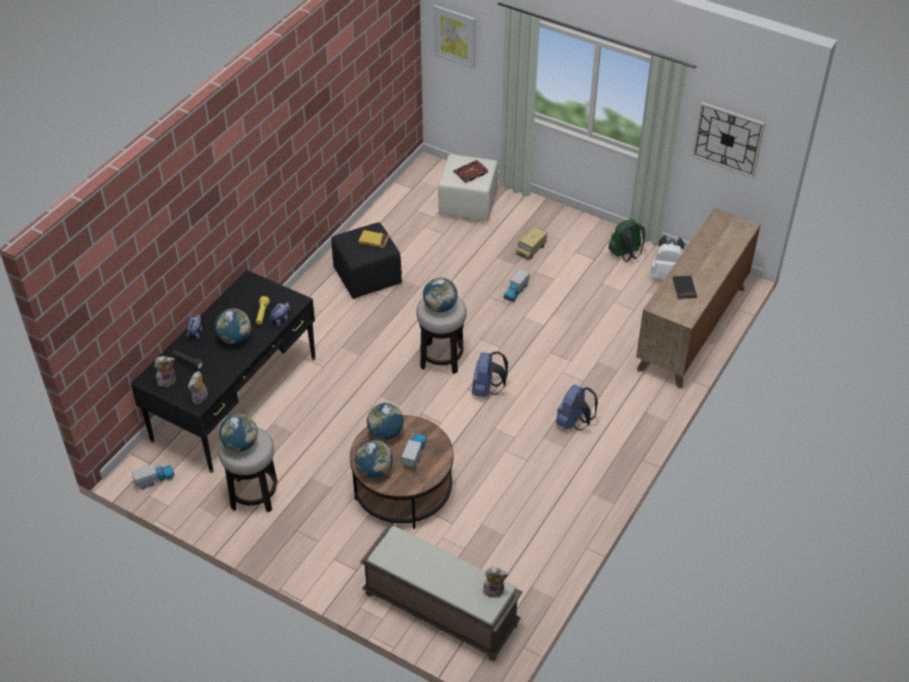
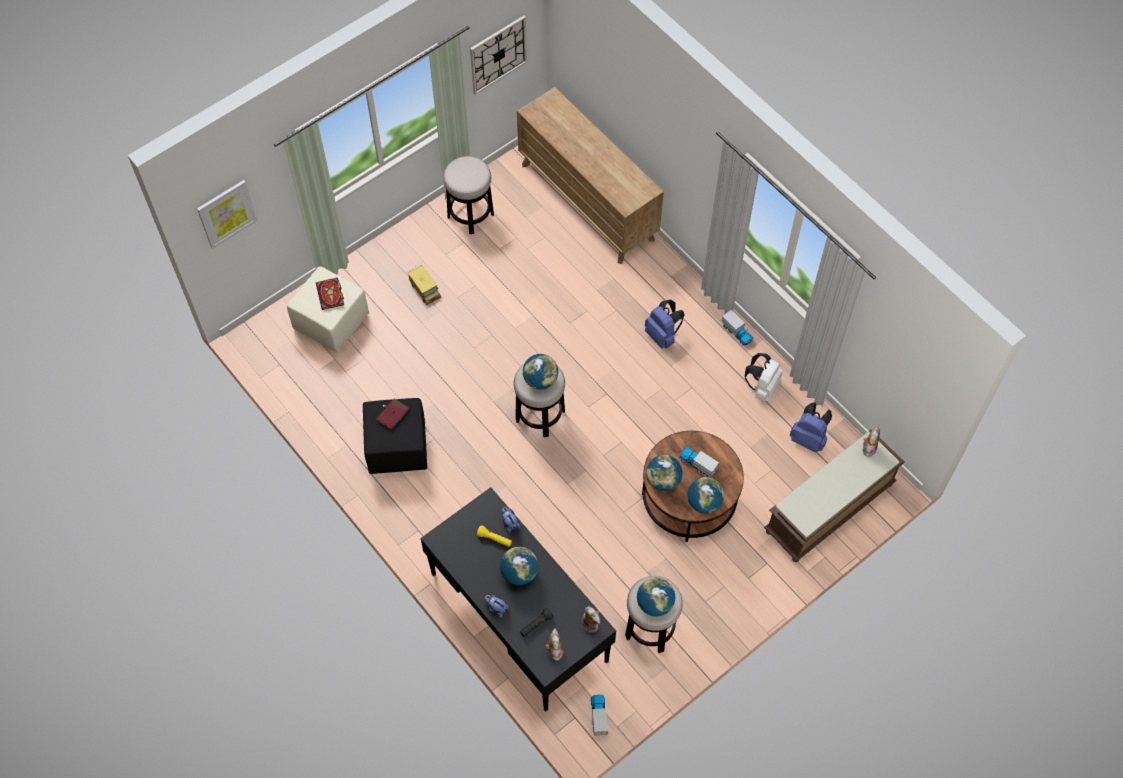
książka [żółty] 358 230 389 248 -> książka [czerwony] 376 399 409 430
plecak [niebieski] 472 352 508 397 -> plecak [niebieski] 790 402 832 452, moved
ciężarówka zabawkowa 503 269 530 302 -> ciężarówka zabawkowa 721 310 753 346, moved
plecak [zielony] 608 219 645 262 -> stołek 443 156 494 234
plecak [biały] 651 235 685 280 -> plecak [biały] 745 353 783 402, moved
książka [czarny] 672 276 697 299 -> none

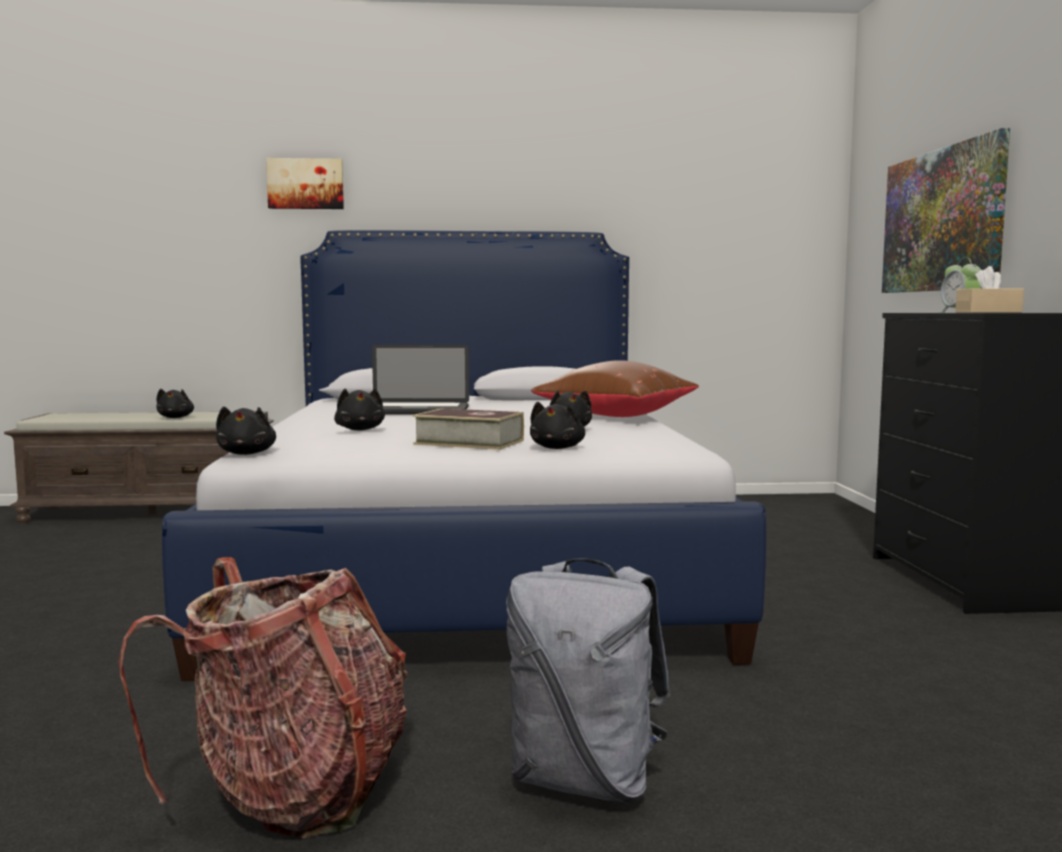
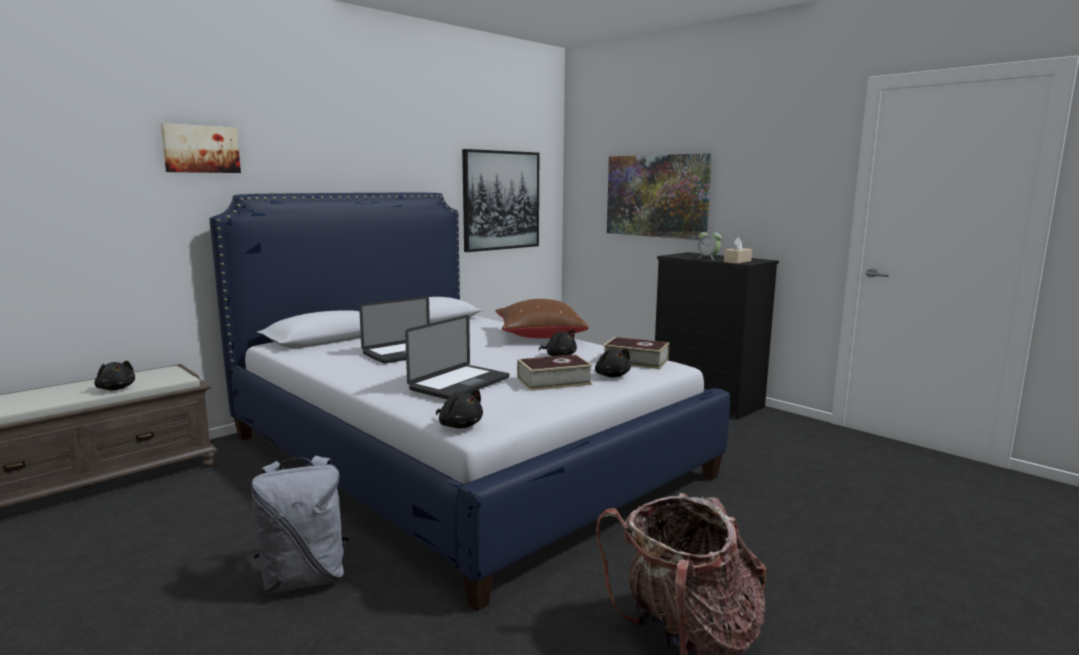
pluszak [czarny] 334 388 385 431 -> laptop 405 315 509 399
plecak [szary] 506 558 671 802 -> plecak [szary] 251 456 350 593, moved
none -> obraz 462 149 539 252
none -> książka 603 337 669 369

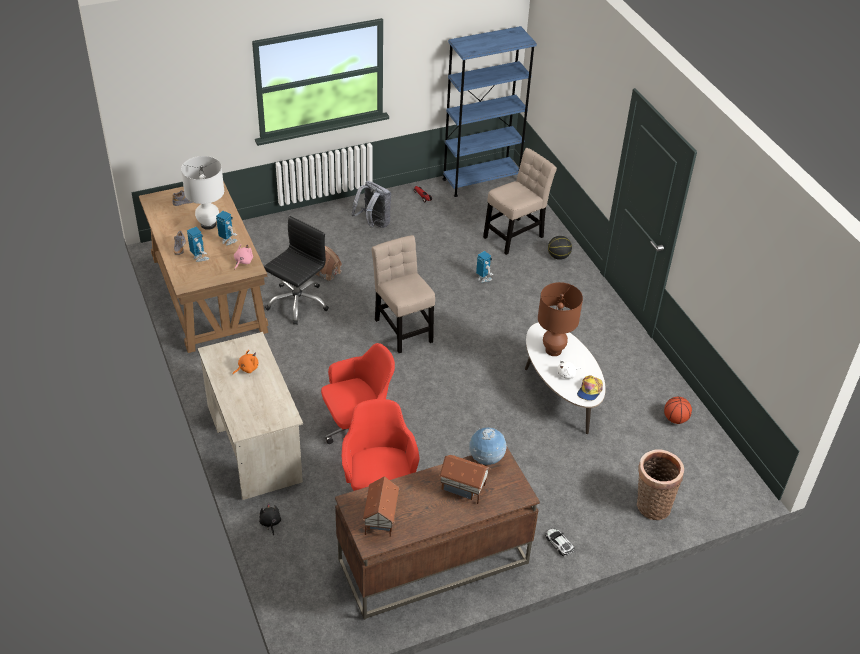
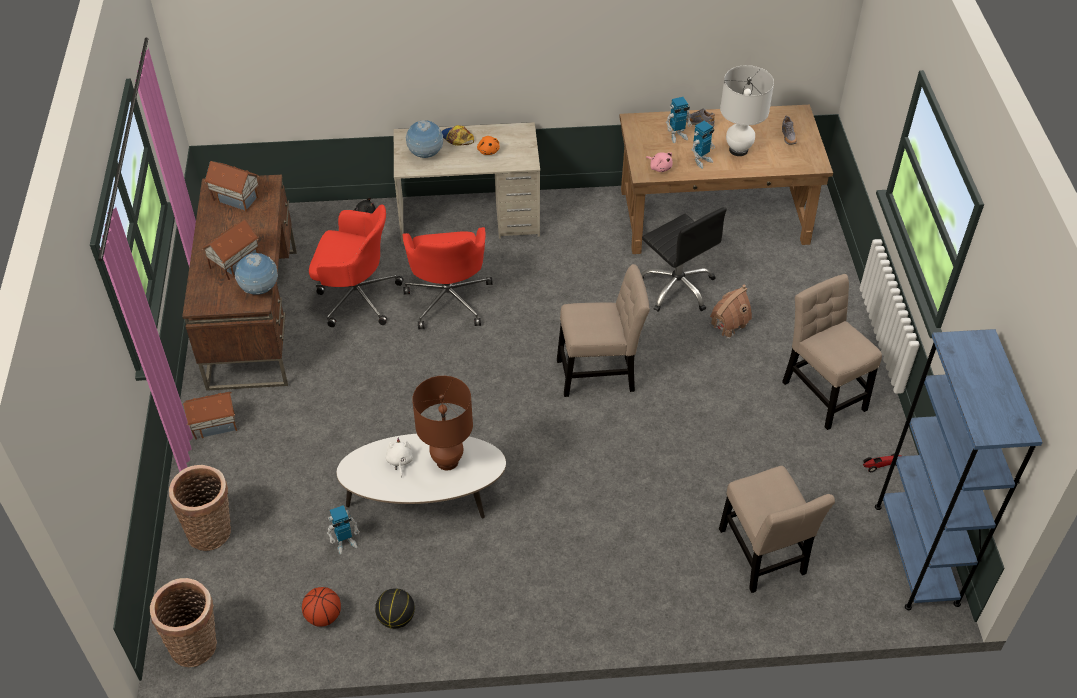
plecak [szary] 351 181 391 228 -> krzesło [beżowy] 782 274 882 430
robot zabawkowy 476 251 493 282 -> robot zabawkowy 327 505 360 554, moved
samochodzik 545 529 574 557 -> domek 183 392 237 439
piłka do koszykówki 548 236 572 260 -> piłka do koszykówki 375 588 415 629, moved
czapka z daszkiem 577 375 603 401 -> czapka z daszkiem 442 125 474 145, moved
none -> koszyk 150 578 217 667
none -> globus 406 120 443 158

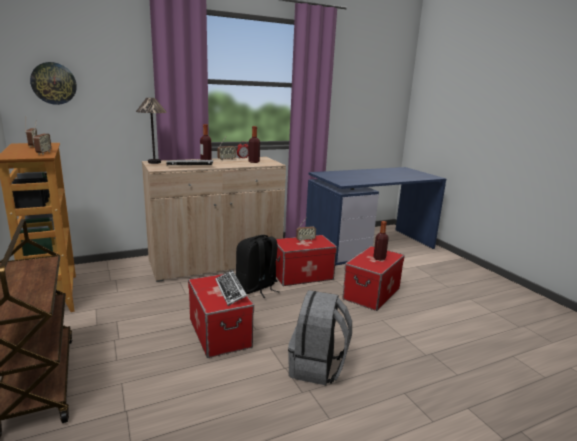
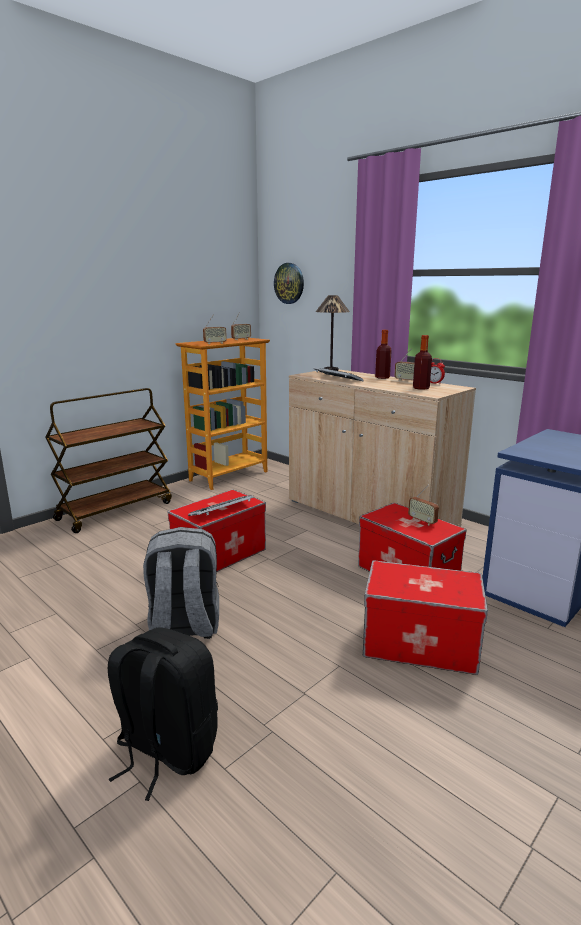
plecak [czarny] 236 235 279 298 -> plecak [czarny] 108 627 218 801, moved
butelka 373 221 389 261 -> none

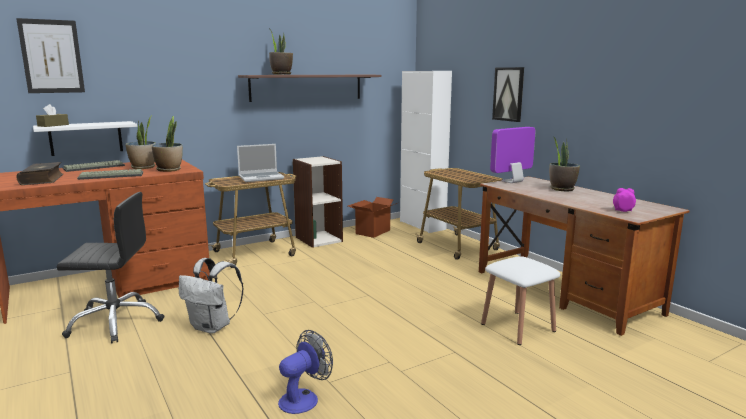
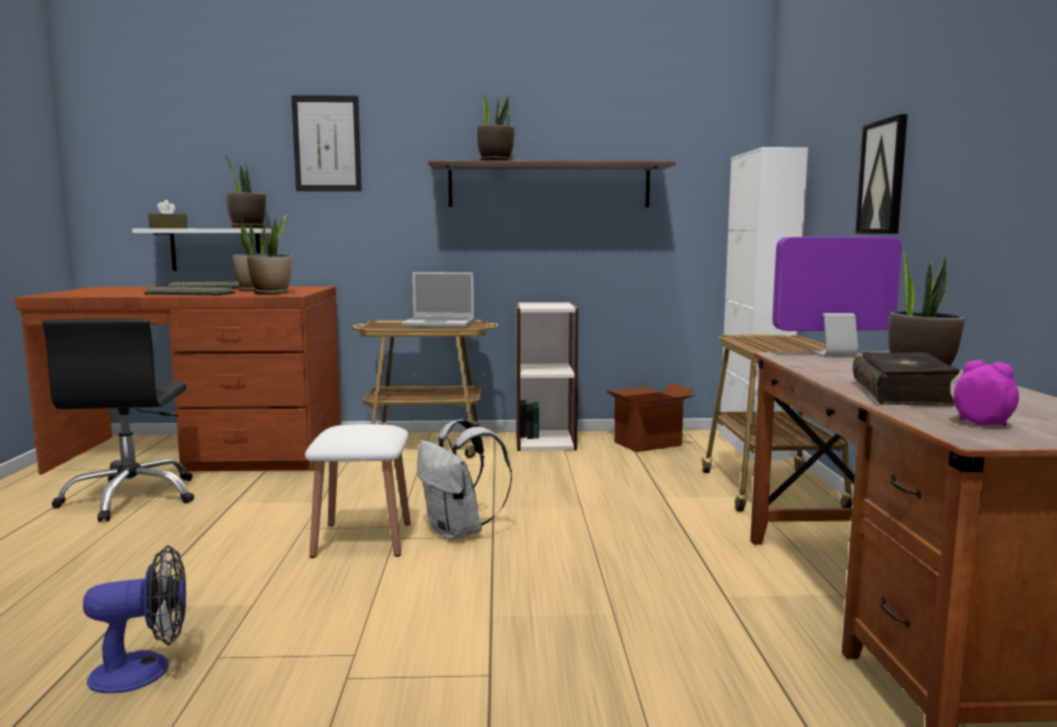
obraz 16 18 85 93 -> obraz 291 95 362 191, moved
książka 16 162 63 185 -> książka 853 352 960 406, moved
krzesło biurowe [czarny] 57 192 164 343 -> krzesło biurowe [czarny] 42 318 194 522, 60 degrees clockwise
plecak [biały] 179 258 244 334 -> plecak [biały] 417 419 512 540, moved
stołek [biały] 481 256 561 345 -> stołek [biały] 305 424 411 558, moved
none -> roślina doniczkowa 224 155 266 229

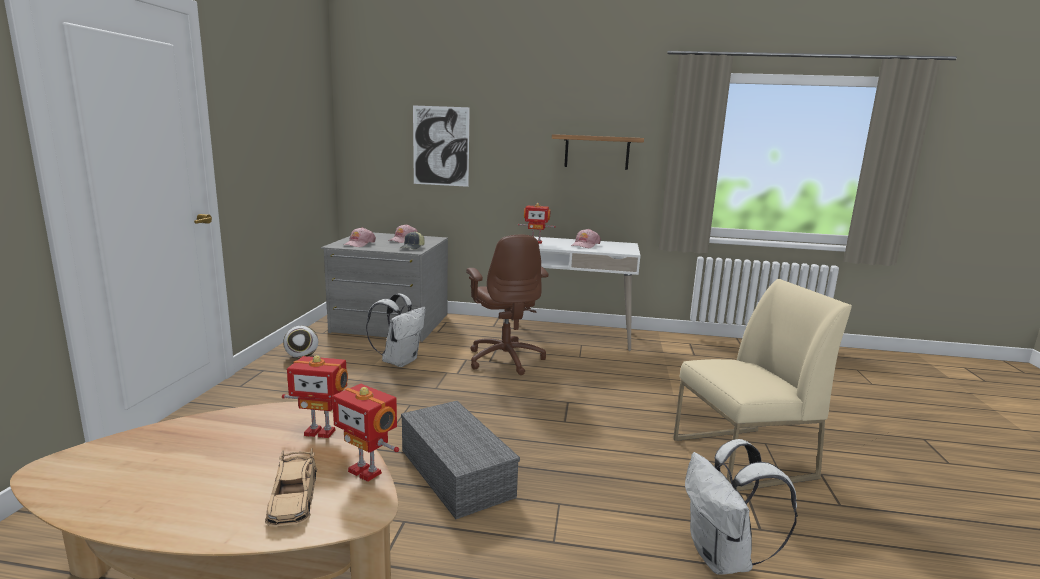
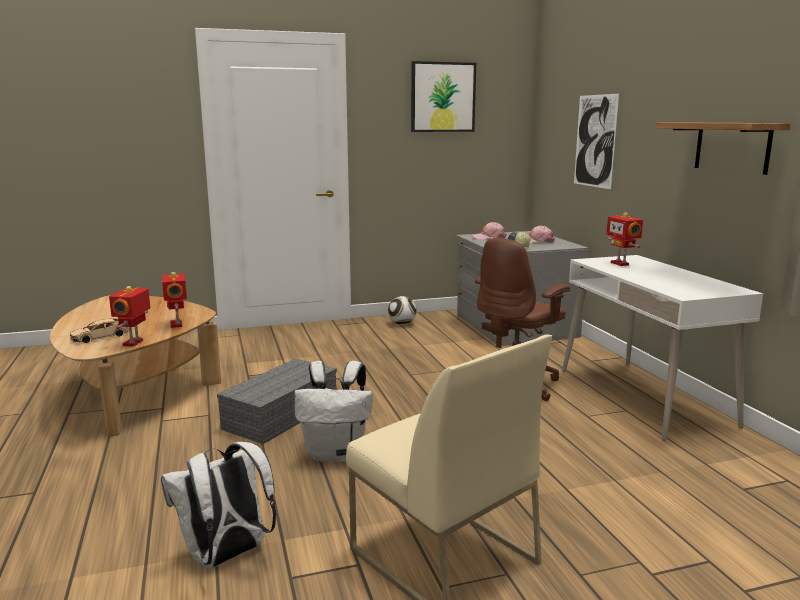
plecak [biały] 366 293 425 367 -> plecak [biały] 294 361 373 462, moved
czapka z daszkiem [różowy] 571 229 601 248 -> none
none -> obraz 411 61 476 132

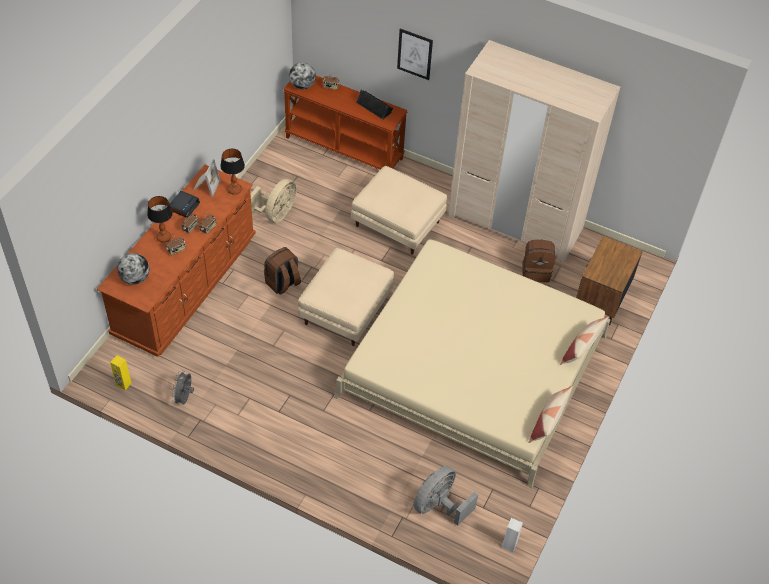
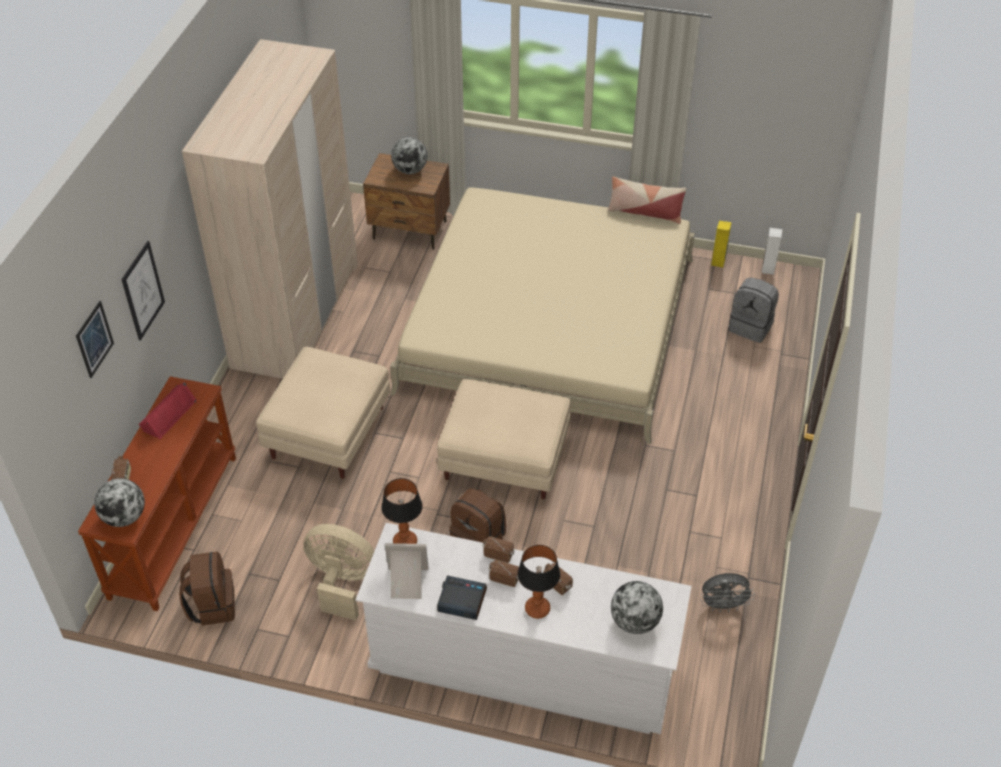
komoda [brązowy] 97 165 255 357 -> komoda [biały] 356 523 692 734
głośnik [żółty] 110 355 132 390 -> głośnik [żółty] 711 221 731 268, moved
głośnik [czarny] 356 90 393 120 -> głośnik [czerwony] 139 382 197 439
wentylator [szary] 413 466 478 526 -> plecak [szary] 728 278 779 343
plecak [brązowy] 522 240 555 283 -> plecak [brązowy] 179 552 235 625, moved
poduszka 560 317 608 365 -> none
none -> obraz 76 301 114 378
none -> globus 391 137 427 174

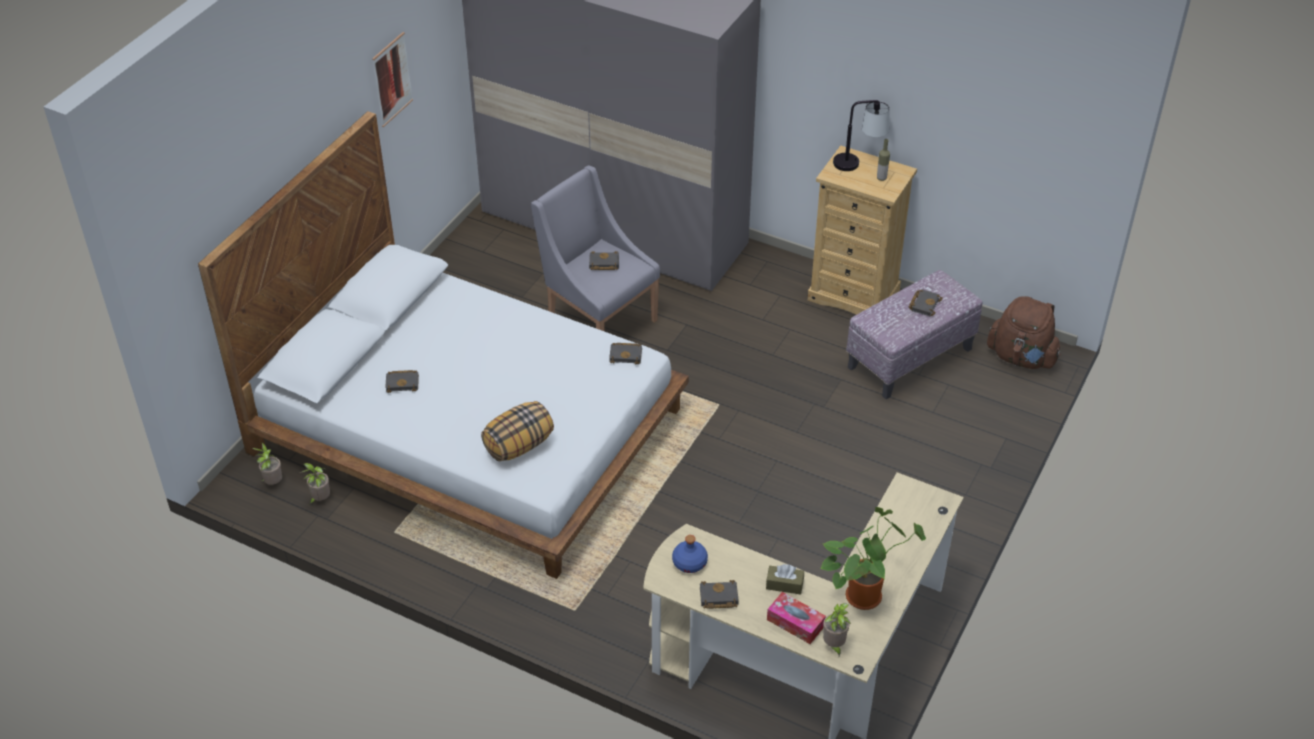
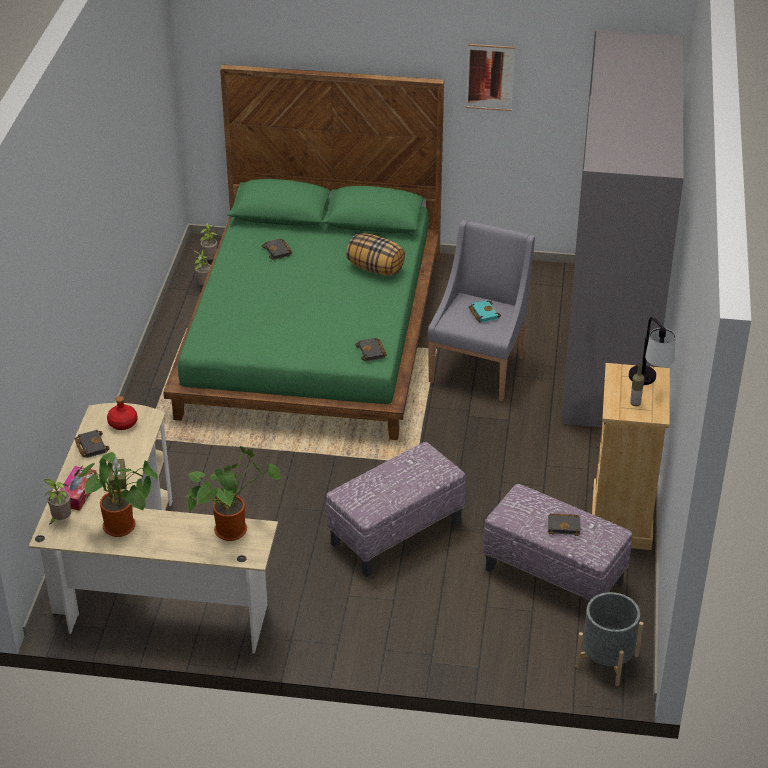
łóżko [biały] 198 111 689 579 -> łóżko [zielony] 163 64 444 440
poduszka 481 401 554 461 -> poduszka 346 233 405 276, moved
książka [czarny] 589 252 619 270 -> książka [turkusowy] 469 300 501 323
butelka [niebieski] 672 535 708 573 -> butelka [czerwony] 107 396 137 430
plecak [brązowy] 987 296 1061 369 -> donica [szary] 575 592 644 686
none -> roślina doniczkowa 187 446 281 541
none -> pufa 326 442 466 577

